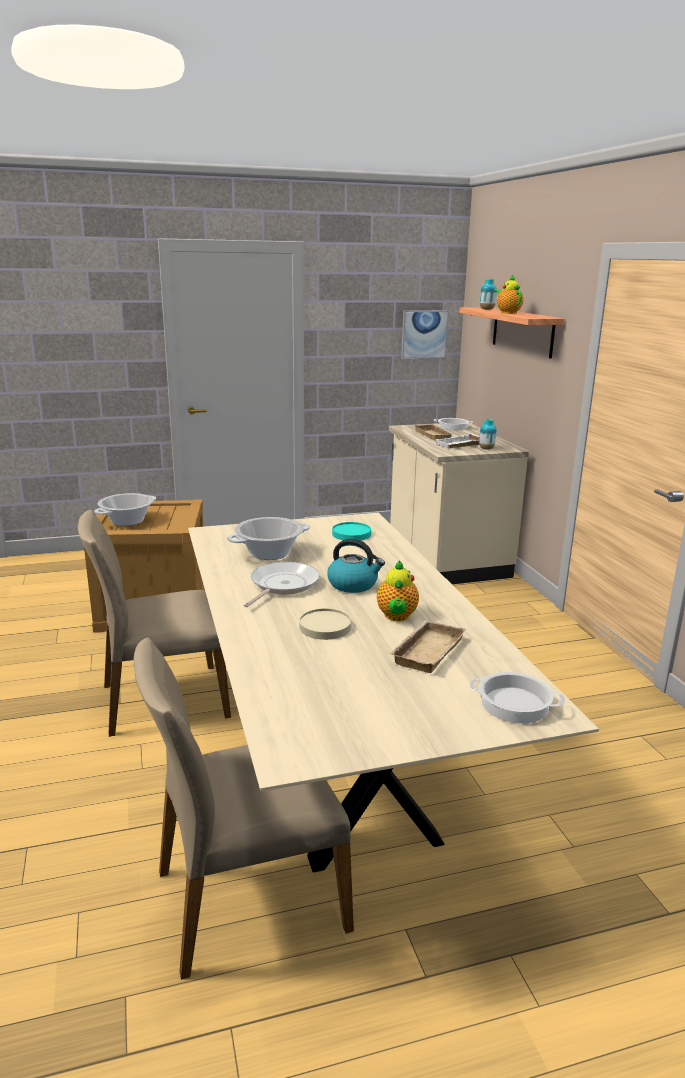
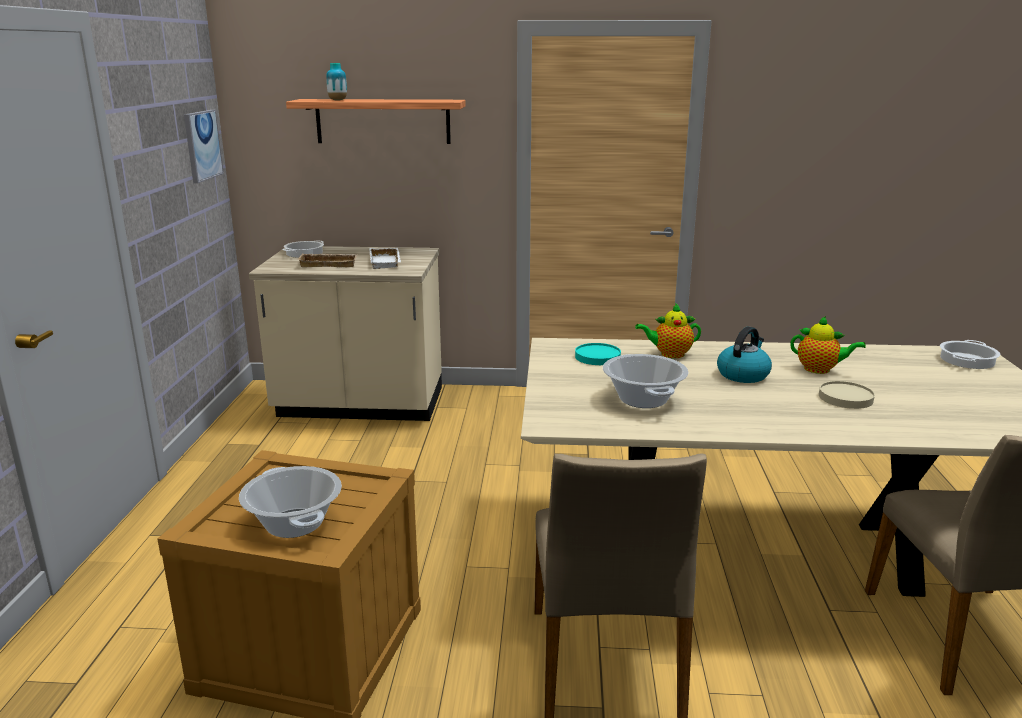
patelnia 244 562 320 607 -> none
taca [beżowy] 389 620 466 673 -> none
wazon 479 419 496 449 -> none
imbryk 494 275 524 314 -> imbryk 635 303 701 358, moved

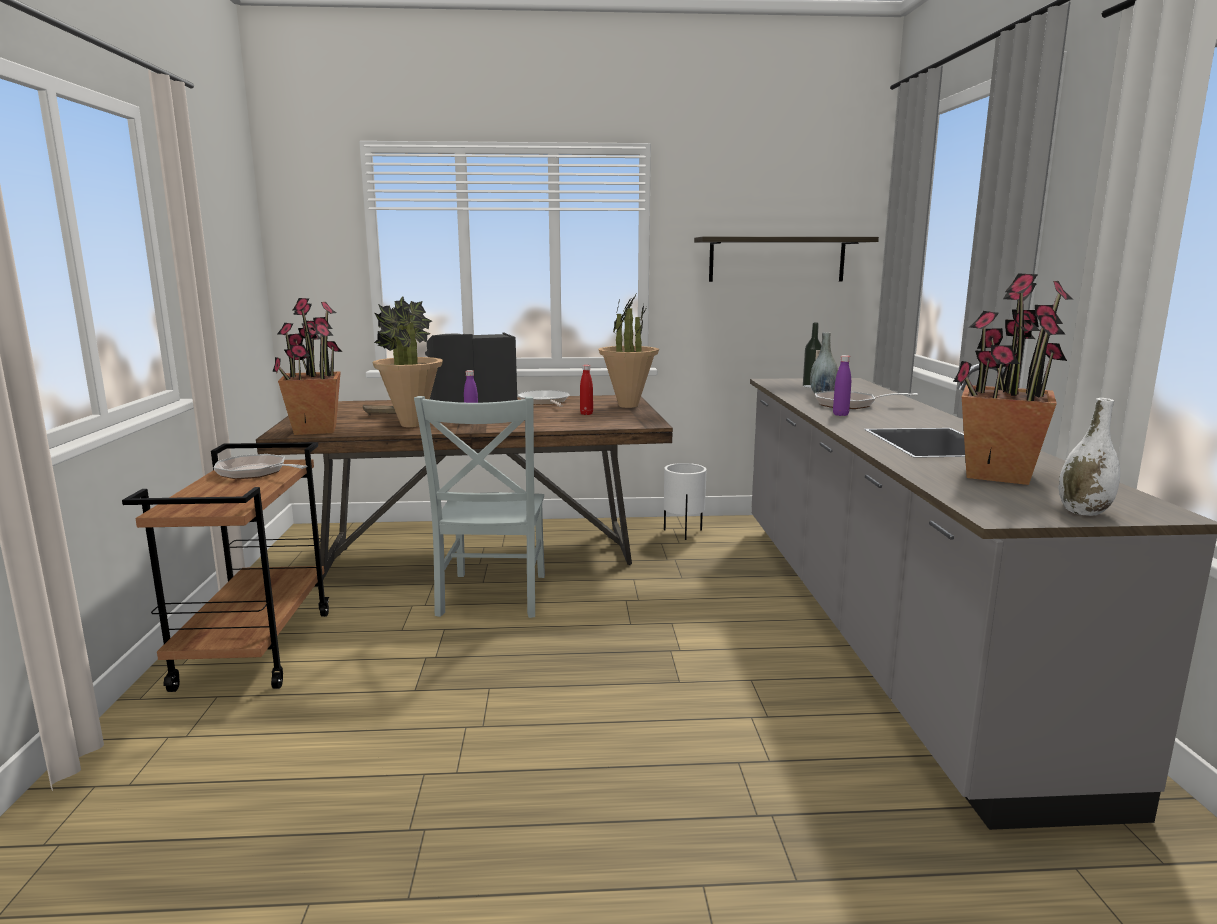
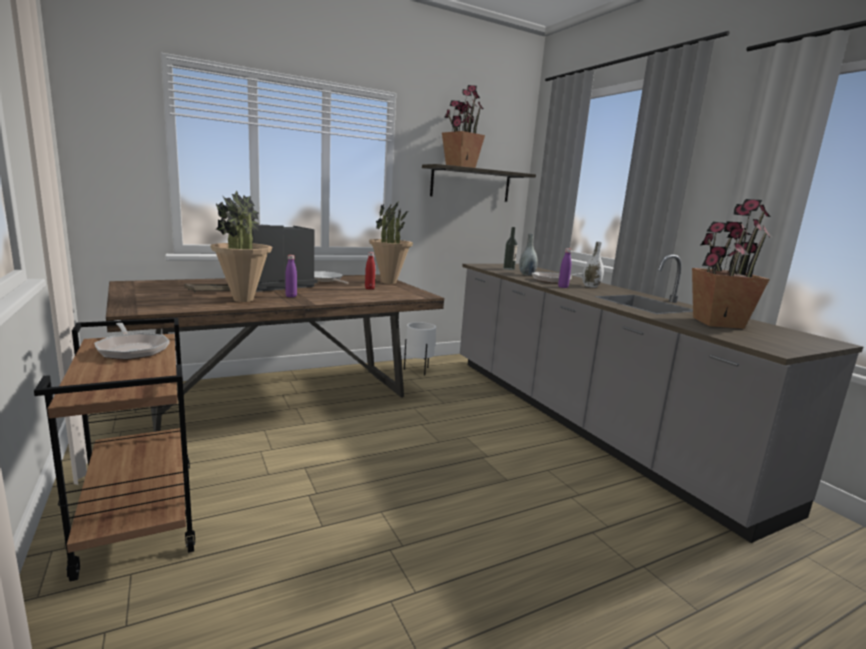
patelnia 213 454 308 479 -> patelnia 94 320 170 360, 135 degrees counterclockwise
roślina doniczkowa 273 298 342 435 -> roślina doniczkowa 442 85 485 168, moved
krzesło [szary] 414 396 545 618 -> none
wazon [biały] 1059 398 1120 516 -> wazon [biały] 582 241 604 288, moved

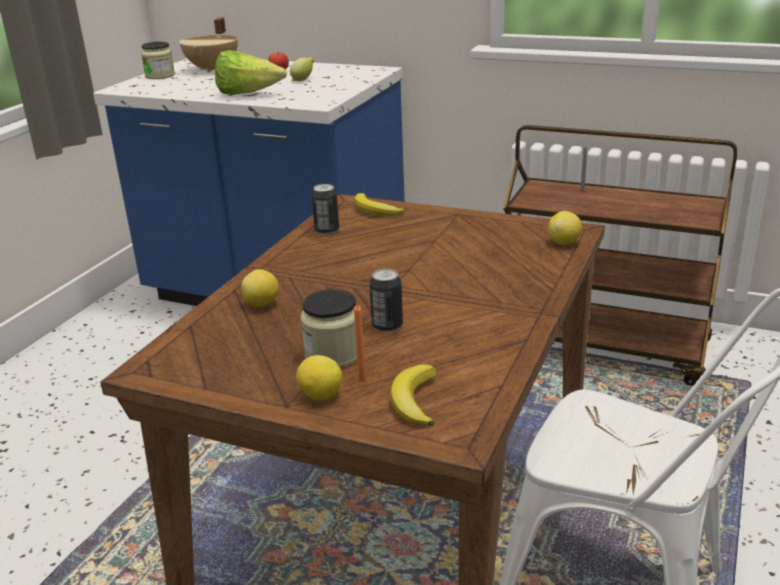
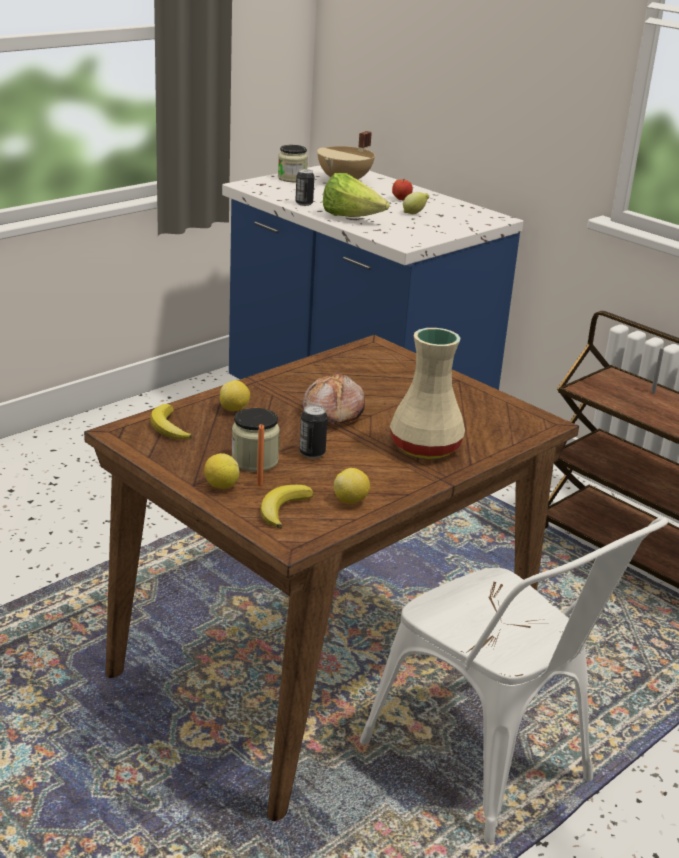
puszka 312 184 339 235 -> puszka 295 169 314 206, moved
banan 354 193 405 216 -> banan 150 404 193 439, moved
cytryna 548 211 582 245 -> cytryna 334 468 370 504, moved
none -> chleb 302 372 365 425
none -> wazon [beżowy] 390 328 465 459

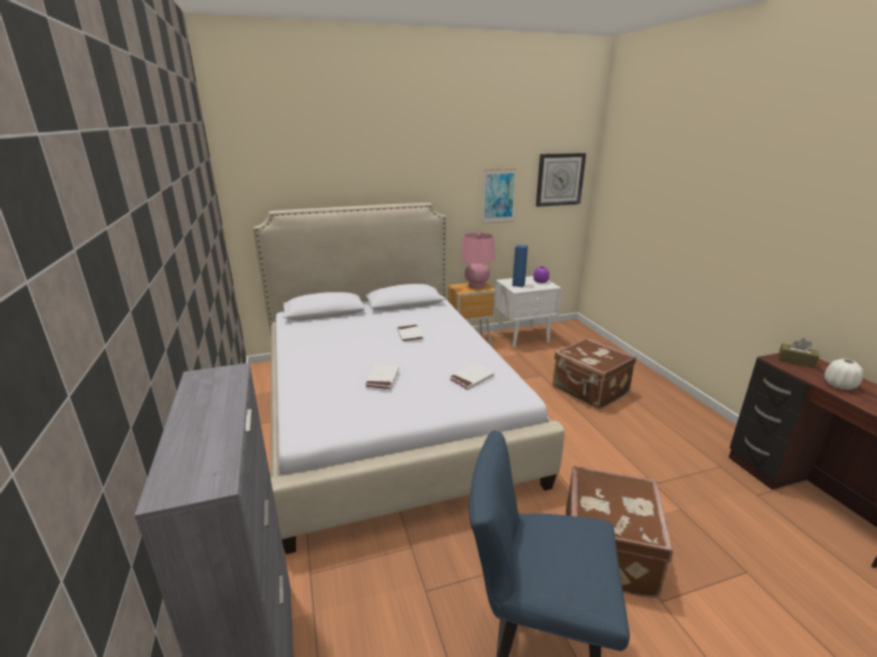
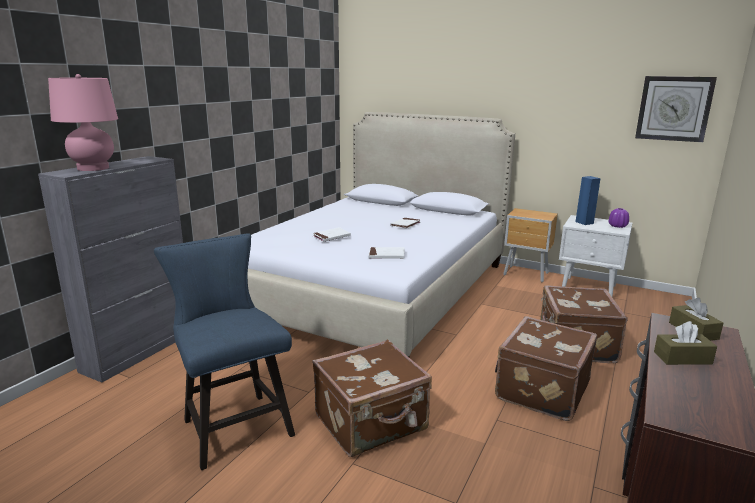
lampa stołowa [różowy] 461 233 495 288 -> lampa stołowa [różowy] 48 74 118 171, moved
obraz 482 169 517 224 -> none
wazon [biały] 824 359 863 390 -> pudełko chusteczek [brązowy] 654 321 717 365
none -> walizka [brązowy] 495 316 597 421

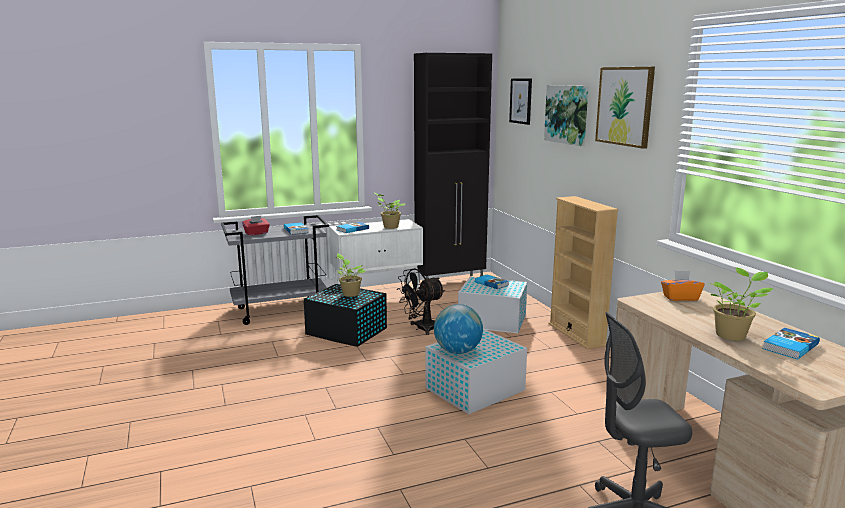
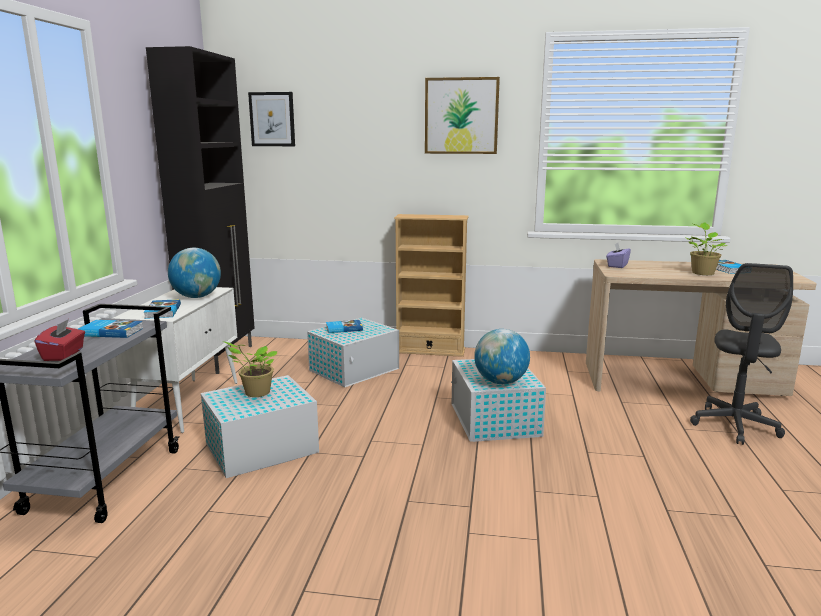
pojemnik do przechowywania [czarny] 304 284 387 347 -> pojemnik do przechowywania [biały] 201 375 319 478
roślina doniczkowa 373 192 405 229 -> globus 168 248 221 298
wentylator [czarny] 397 268 445 335 -> none
obraz 544 85 589 146 -> none
pudełko chusteczek [pomarańczowy] 661 270 704 301 -> pudełko chusteczek [fioletowy] 606 243 631 268

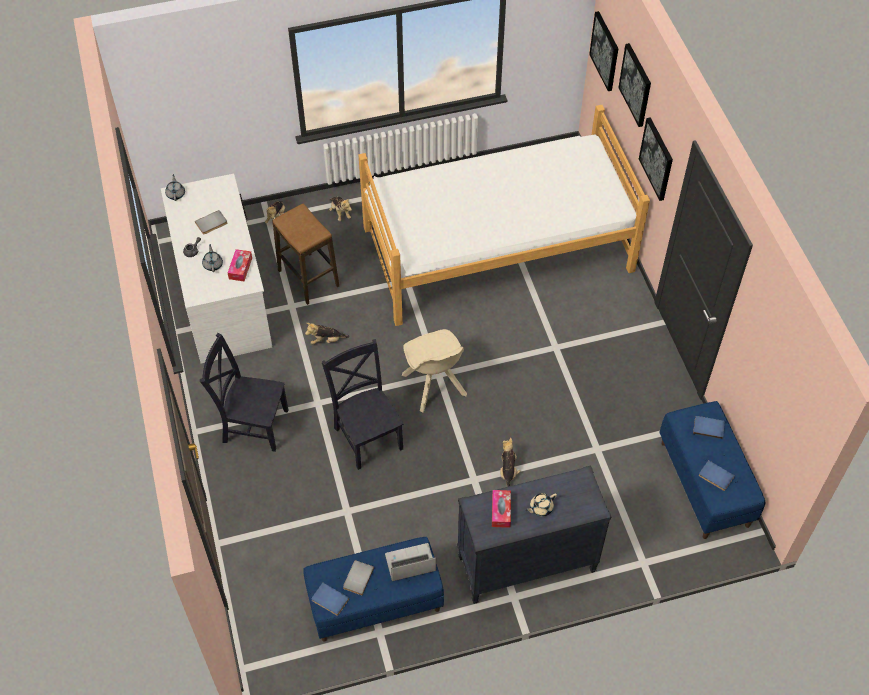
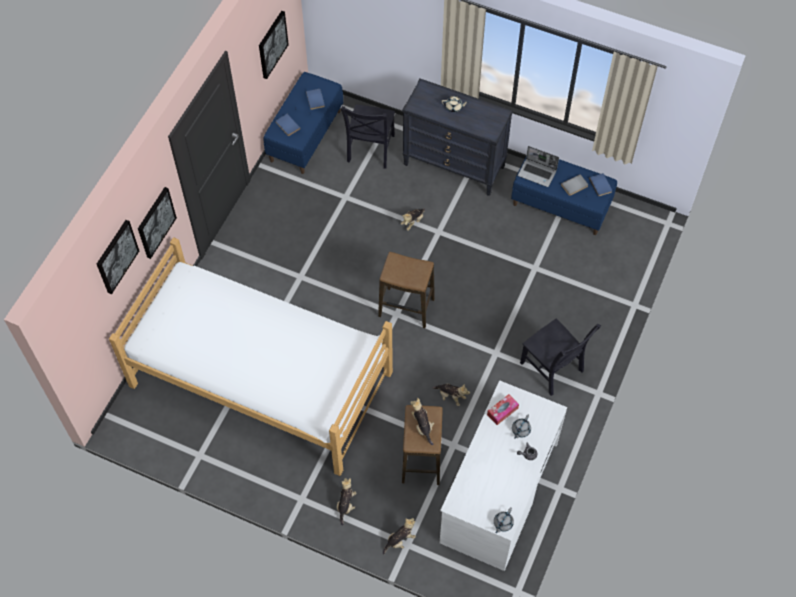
książka [szary] 195 210 227 234 -> none
krzesło [czarny] 322 339 404 470 -> krzesło [czarny] 341 104 395 169, moved
krzesło [beżowy] 402 329 467 412 -> stołek 378 252 435 328
pudełko chusteczek 492 490 511 528 -> none
obraz 589 11 618 91 -> obraz 259 11 289 79, moved
none -> pluszak 410 398 434 445

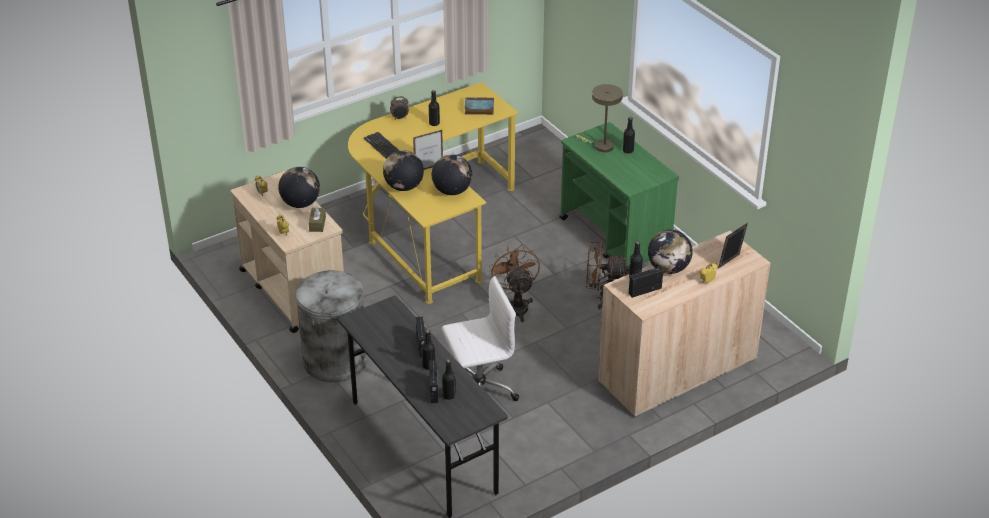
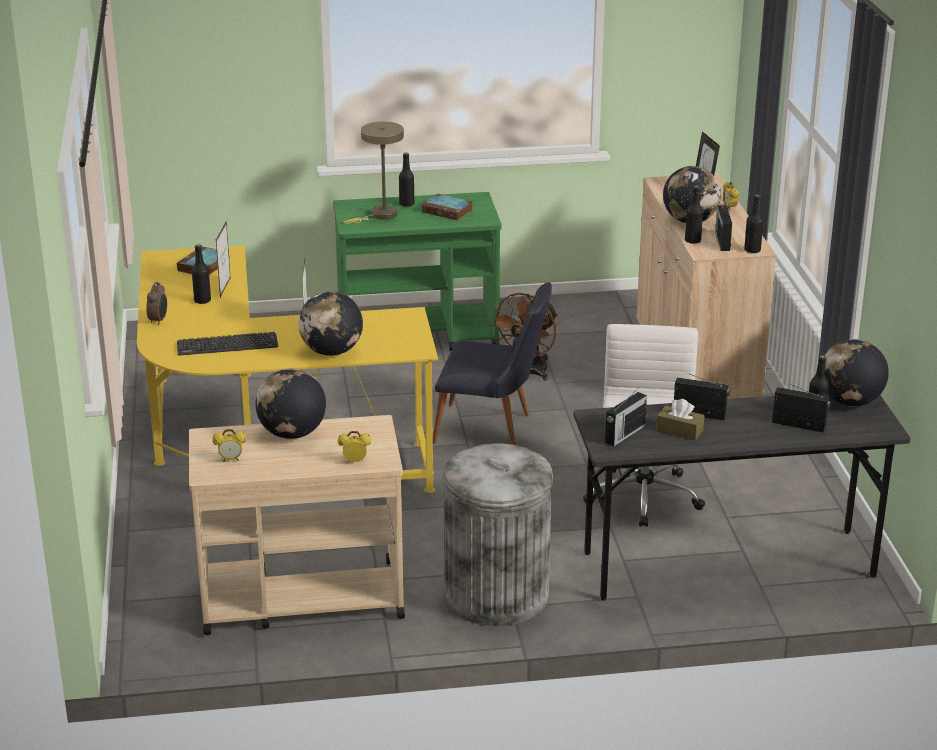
pudełko chusteczek [brązowy] 309 205 326 232 -> pudełko chusteczek [brązowy] 656 399 705 441, moved
butelka [czarny] 422 330 435 370 -> butelka [czarny] 744 194 763 253, moved
globus 432 154 472 195 -> globus 824 339 889 407, moved
wentylator [brązowy] 489 244 540 322 -> krzesło [czarny] 433 282 551 445
none -> ramka na zdjęcie 216 222 231 297
none -> książka 422 194 473 220
none -> radio 605 391 647 446

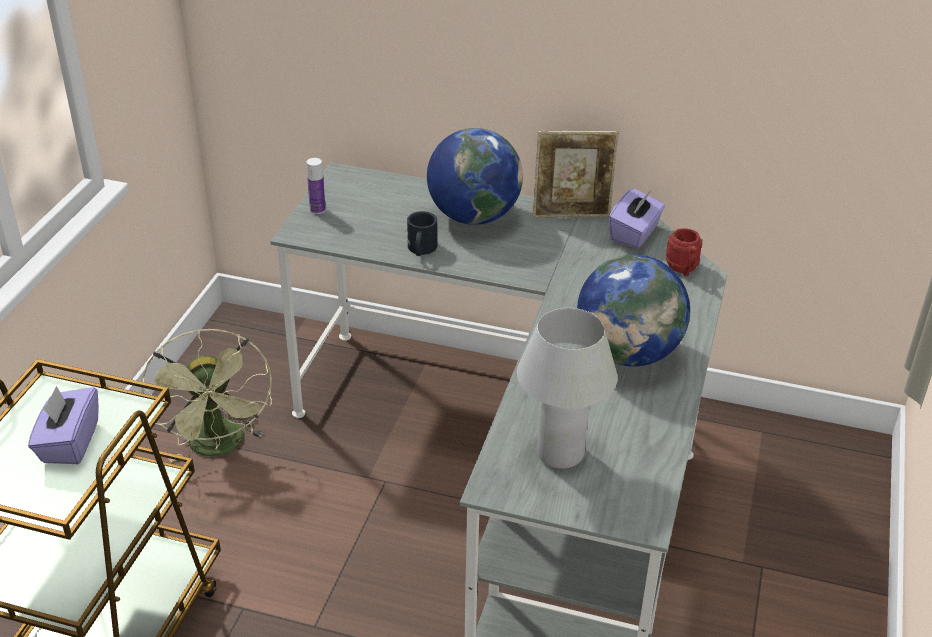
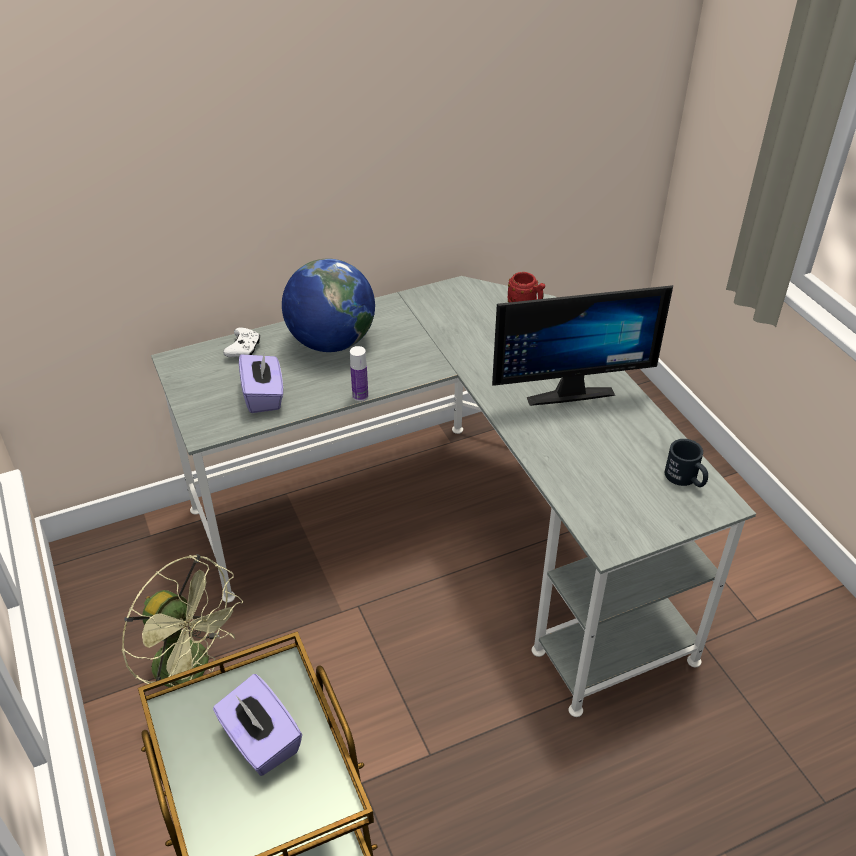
butelka 307 158 326 214 -> butelka 350 346 368 401, moved
kubek [czarny] 407 211 437 256 -> kubek [czarny] 665 439 708 487, moved
lampa stołowa [biały] 517 308 617 469 -> none
ramka na zdjęcie 532 130 619 218 -> none
globus 577 254 690 367 -> monitor 492 285 673 406
pudełko chusteczek [fioletowy] 608 188 665 249 -> pudełko chusteczek [fioletowy] 239 352 283 413, moved
none -> pad do gier [biały] 223 327 260 357

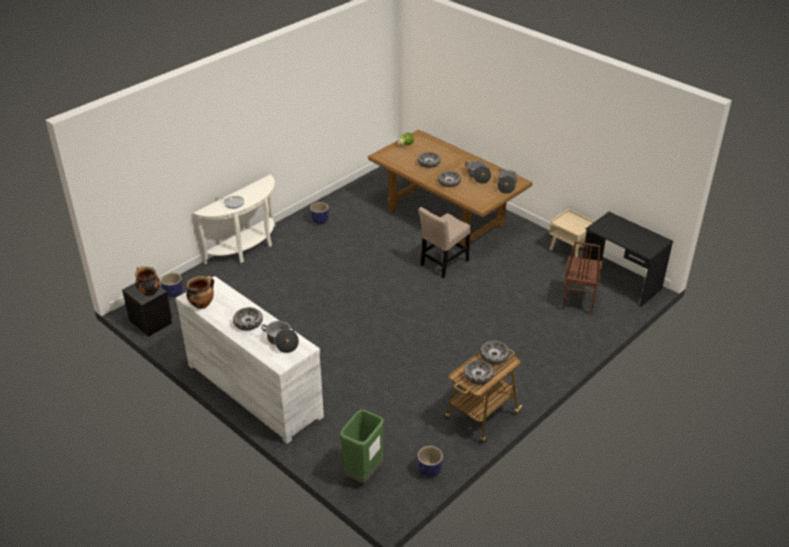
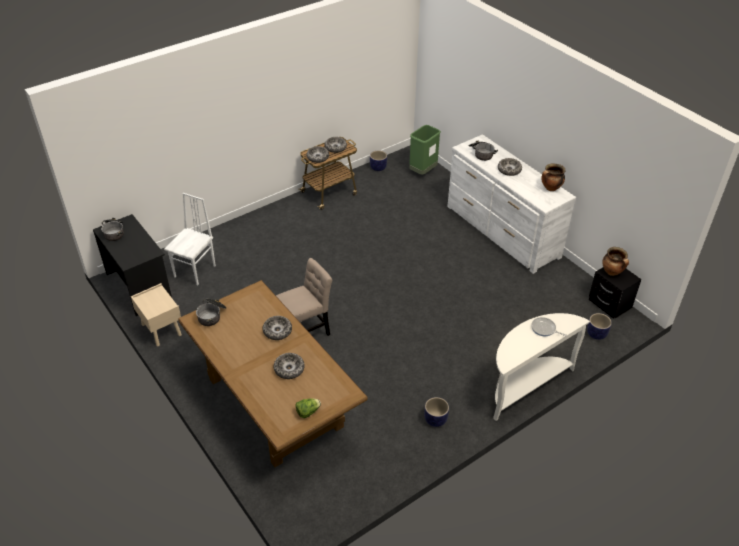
garnek 465 161 491 184 -> garnek 101 218 124 241, moved
krzesło [brązowy] 562 241 603 315 -> krzesło [biały] 164 193 216 286

